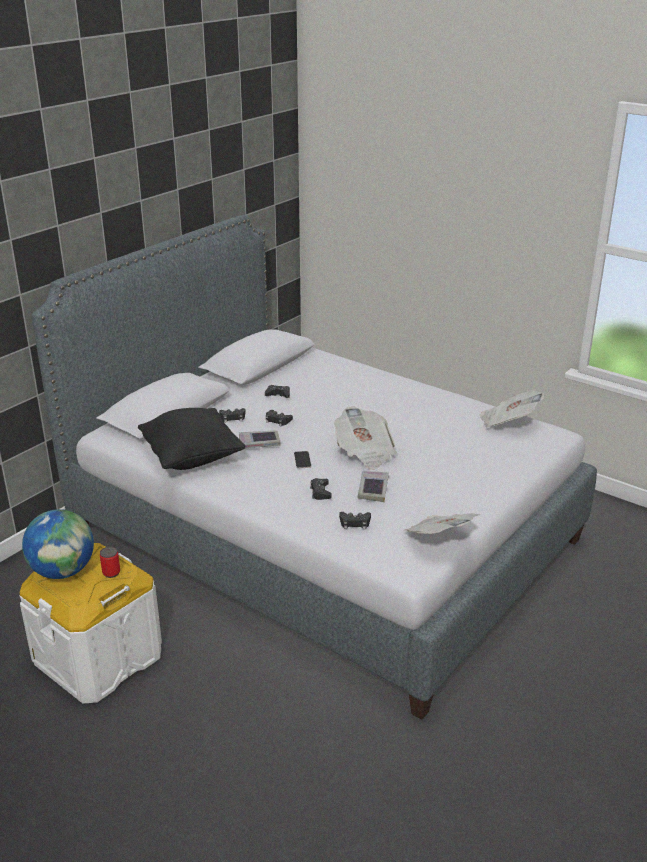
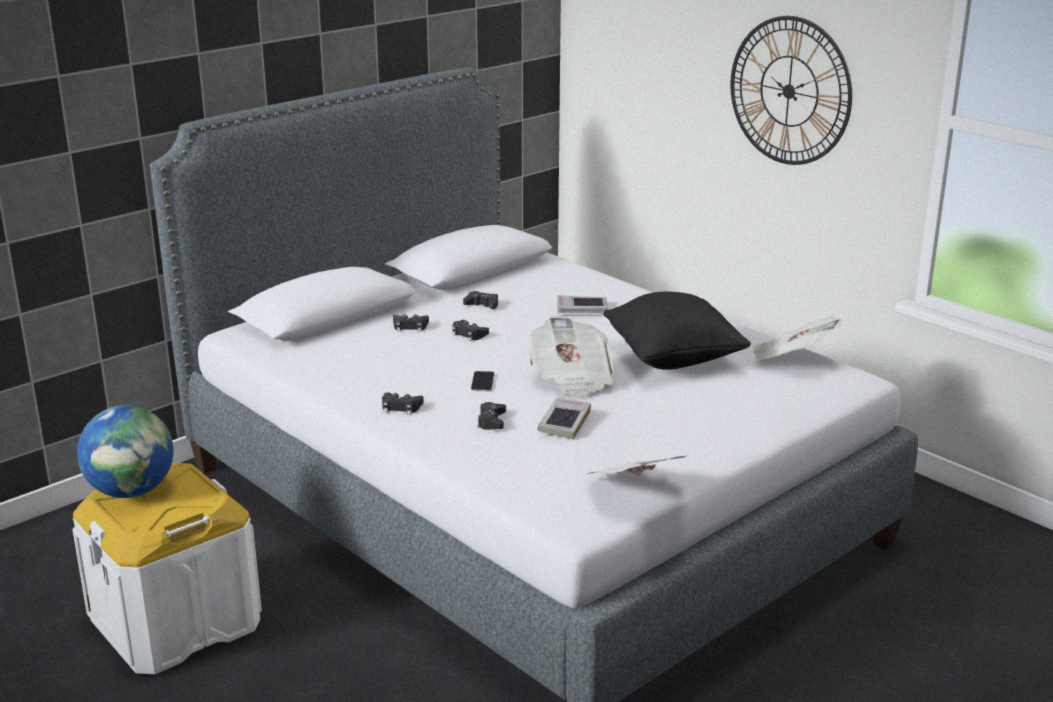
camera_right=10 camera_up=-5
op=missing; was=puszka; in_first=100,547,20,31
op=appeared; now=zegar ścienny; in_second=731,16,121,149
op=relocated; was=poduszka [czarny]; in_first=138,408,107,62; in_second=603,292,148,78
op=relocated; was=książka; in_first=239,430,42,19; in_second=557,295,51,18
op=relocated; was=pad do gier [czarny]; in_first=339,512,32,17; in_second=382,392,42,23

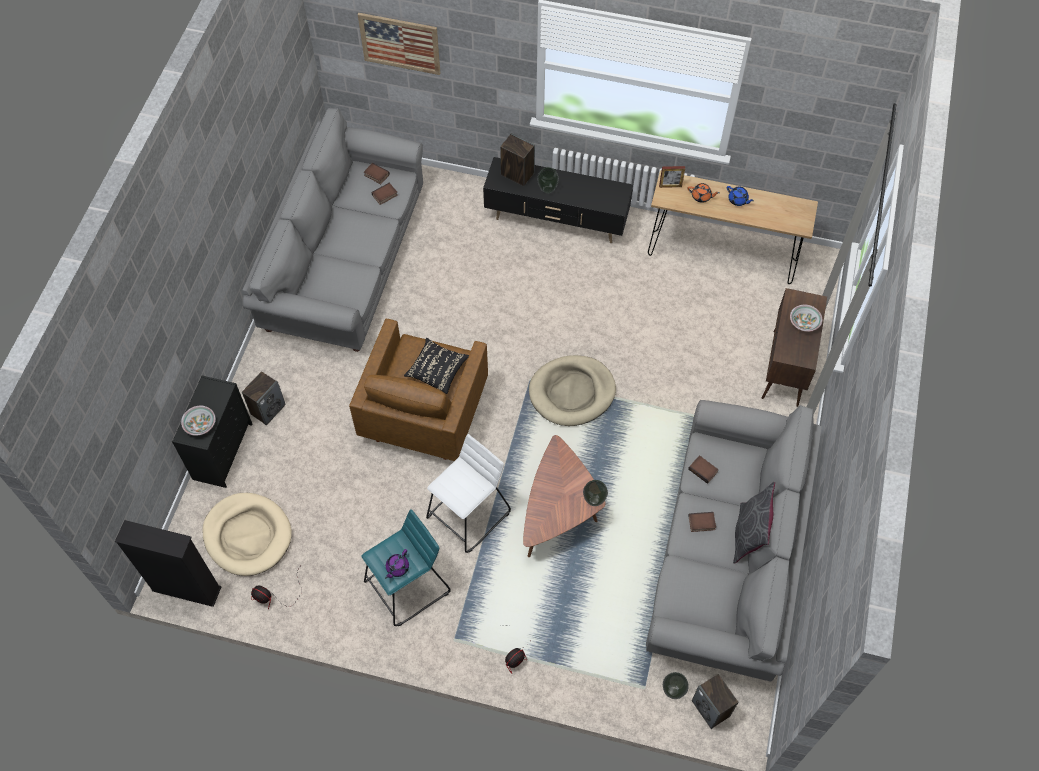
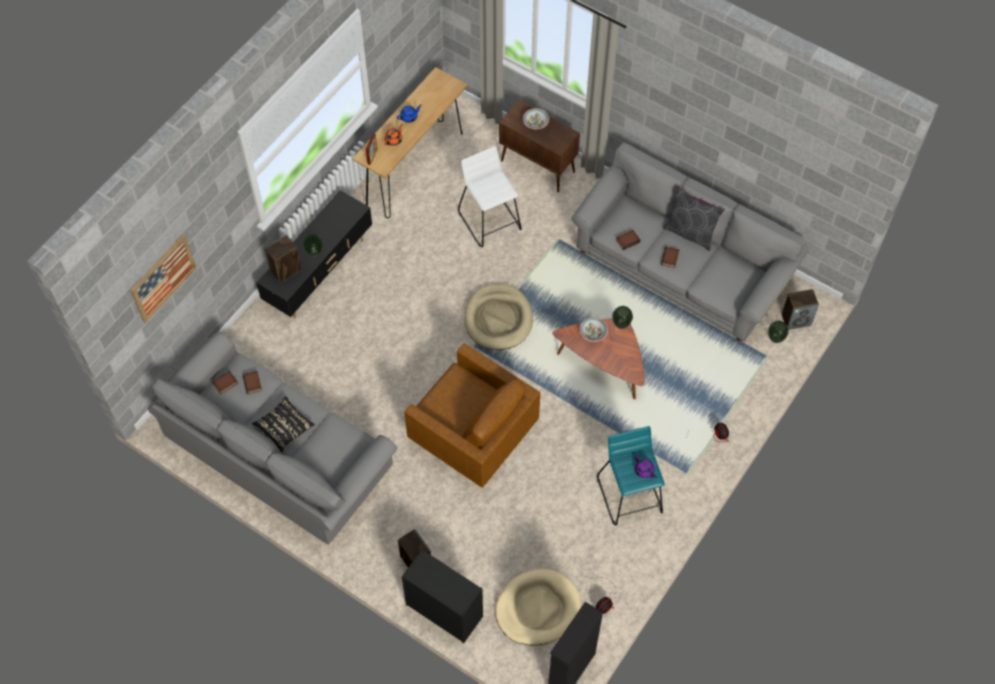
camera_right=-70 camera_up=0
op=relocated; was=miska; in_first=181,406,35,30; in_second=579,317,29,25
op=relocated; was=poduszka [czarny]; in_first=404,338,65,56; in_second=252,396,63,57
op=relocated; was=stołek [biały]; in_first=426,434,85,119; in_second=458,146,64,101

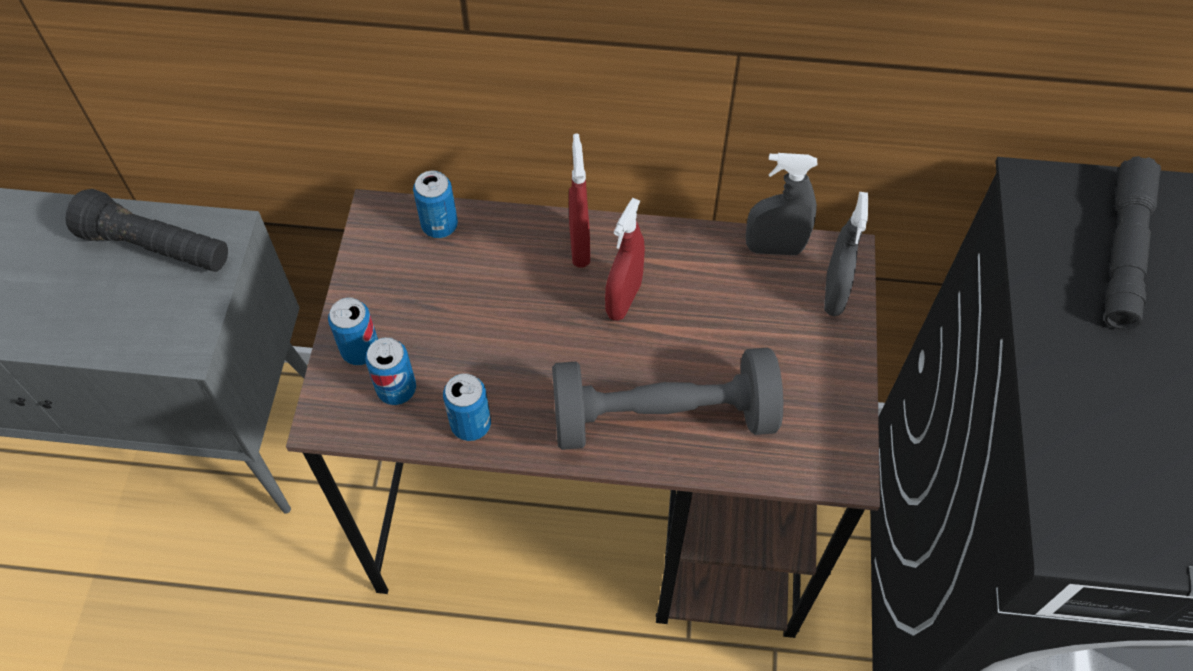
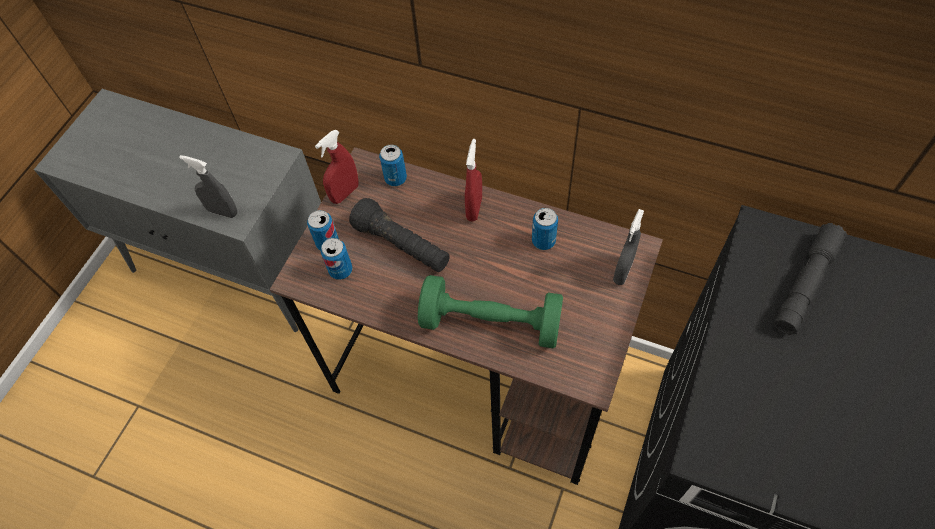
camera_right=20 camera_up=0
op=relocated; was=latarka [czarny]; in_first=66,189,162,83; in_second=349,198,101,74
op=relocated; was=puszka; in_first=443,373,48,68; in_second=532,208,26,42
op=relocated; was=spryskiwacz [czerwony]; in_first=605,198,40,123; in_second=315,130,44,74
op=relocated; was=spryskiwacz [szary]; in_first=746,153,71,102; in_second=179,155,58,63
op=colour; was=hantel [szary]; now=hantel [zielony]; in_first=552,348,231,102; in_second=418,275,145,74

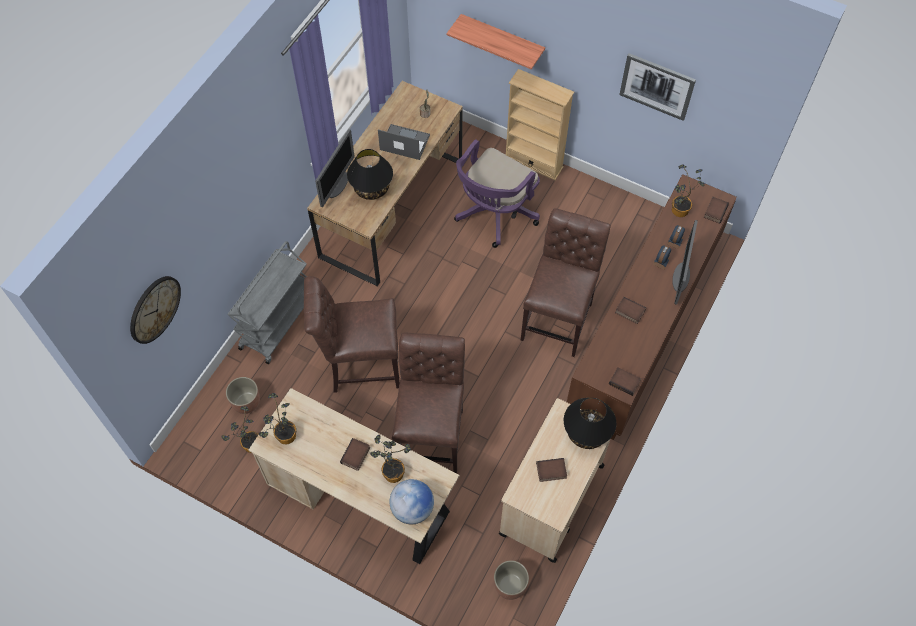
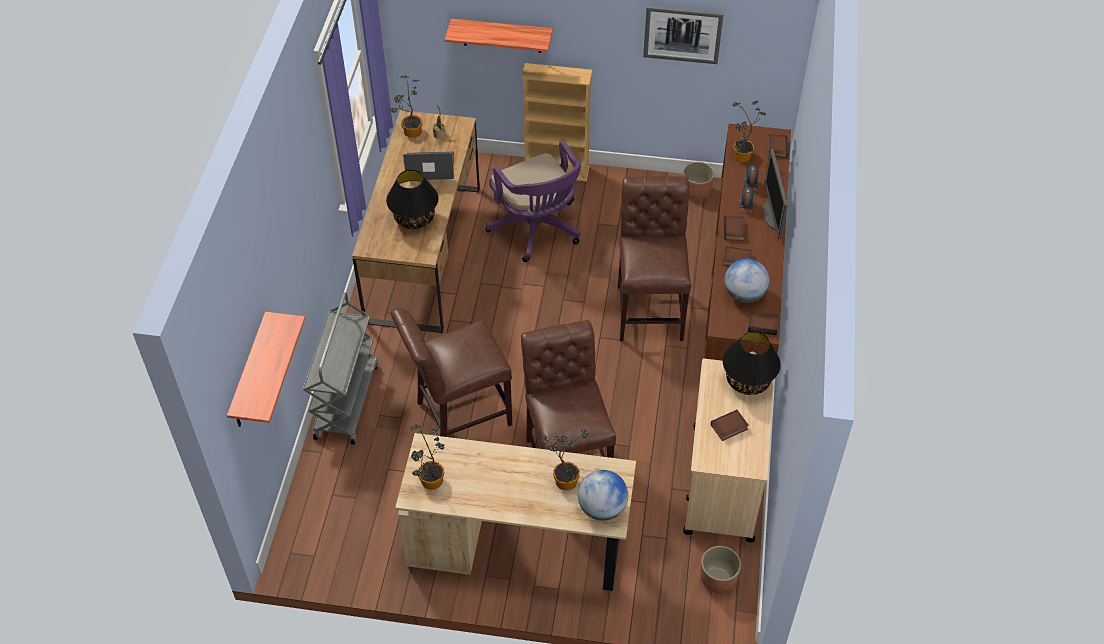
camera_right=-20 camera_up=-10
op=missing; was=monitor; in_first=315,129,40,78
op=appeared; now=globus; in_second=724,258,45,45
op=relocated; was=roślina doniczkowa; in_first=222,406,37,47; in_second=389,75,34,63
op=relocated; was=donica; in_first=226,377,34,37; in_second=683,162,32,38
op=relocated; was=książka; in_first=340,438,30,33; in_second=724,216,21,25
op=exchanged; was=zegar ścienny; now=półka; in_first=130,276,51,68; in_second=227,312,78,115
op=spun; was=krzesło biurowe [fioletowy]; in_first=454,139,86,109; in_second=486,141,95,121; clockwise=-45

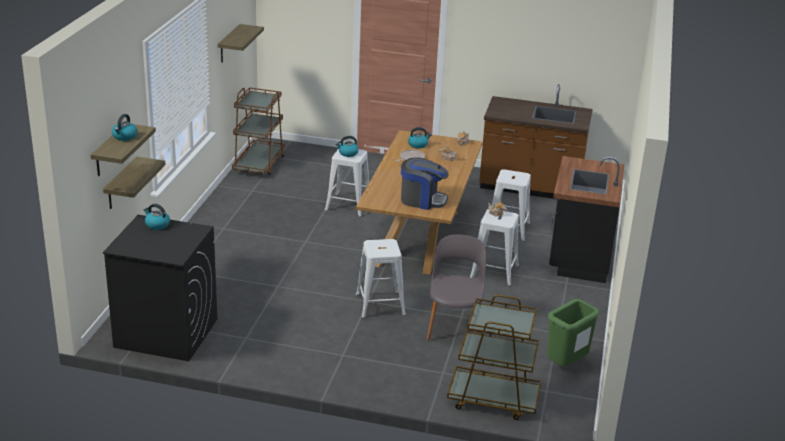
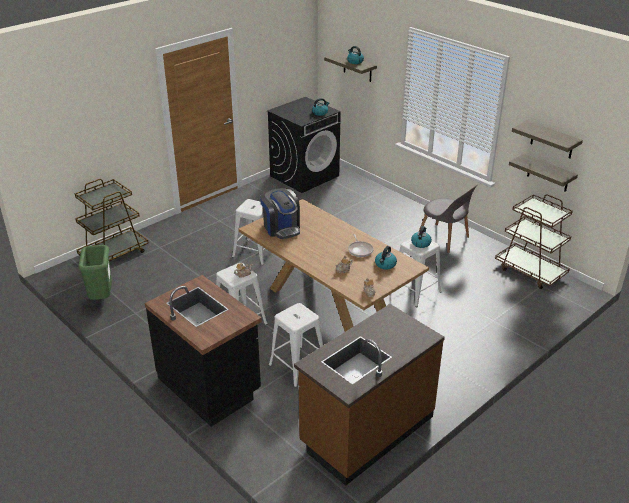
camera_right=125 camera_up=5
op=relocated; was=półka; in_first=103,157,63,52; in_second=509,154,69,38
op=relocated; was=krzesło [szary]; in_first=427,235,59,106; in_second=419,185,58,68
op=spun; was=ekspres do kawy; in_first=401,157,48,53; in_second=260,188,40,51; clockwise=-75

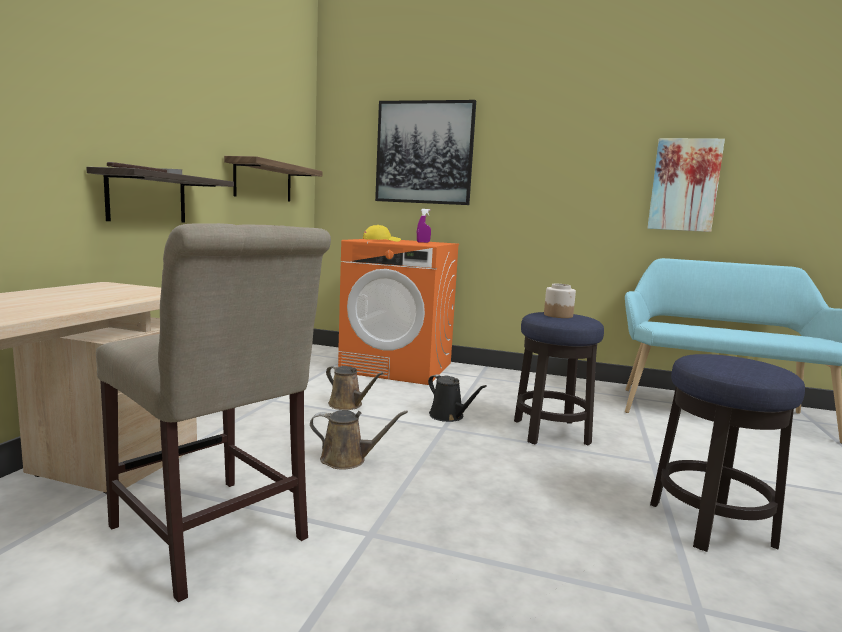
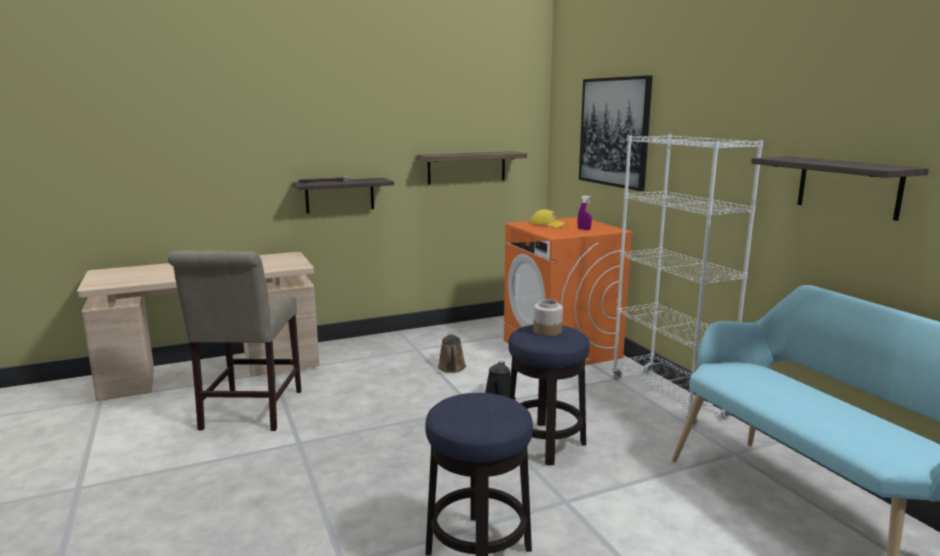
camera_right=50 camera_up=5
op=missing; was=konewka [brązowy]; in_first=310,410,98,60
op=appeared; now=regał [biały]; in_second=612,134,151,293
op=exchanged; was=obraz; now=półka; in_first=647,138,78,94; in_second=751,156,178,65

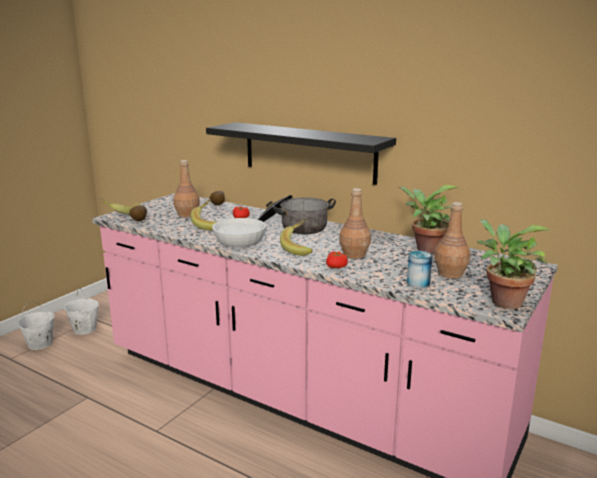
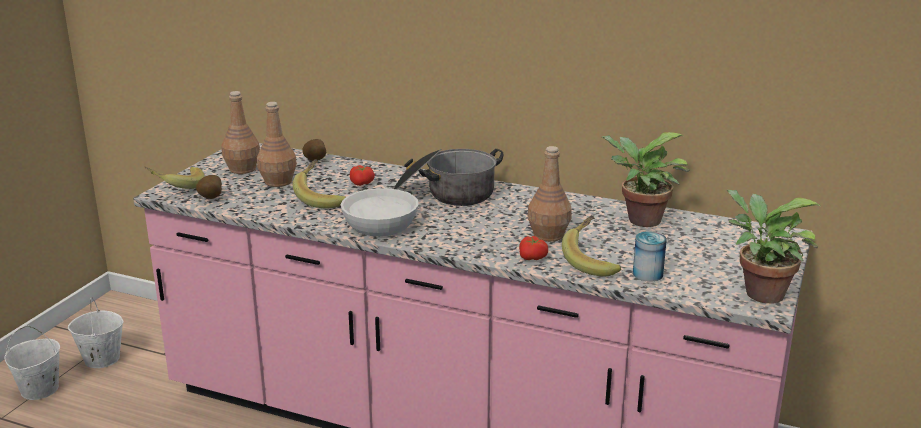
camera_right=-10 camera_up=5
op=missing; was=półka [czarny]; in_first=206,122,190,63
op=relocated; was=banan; in_first=280,219,33,37; in_second=562,215,59,62
op=relocated; was=butelka [brązowy]; in_first=434,202,36,76; in_second=221,91,39,83

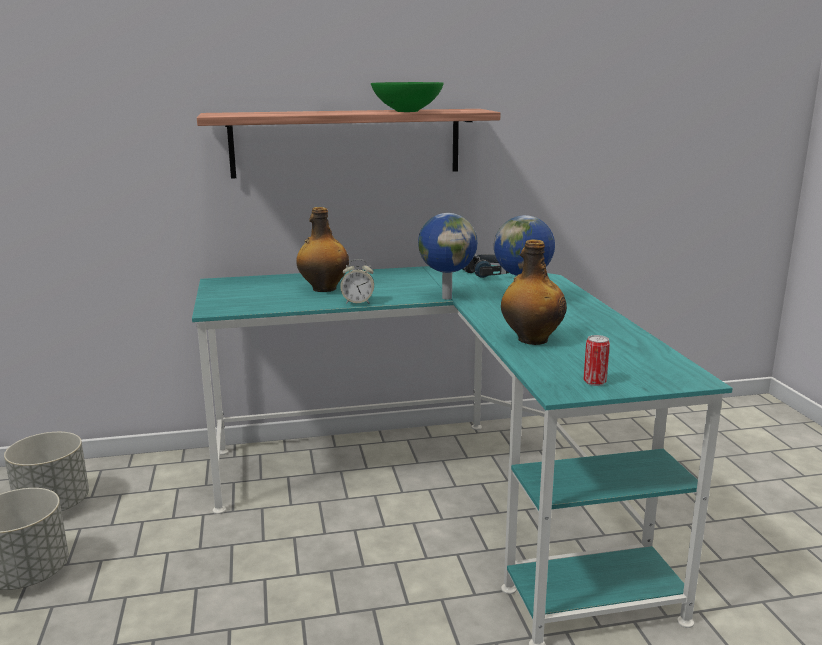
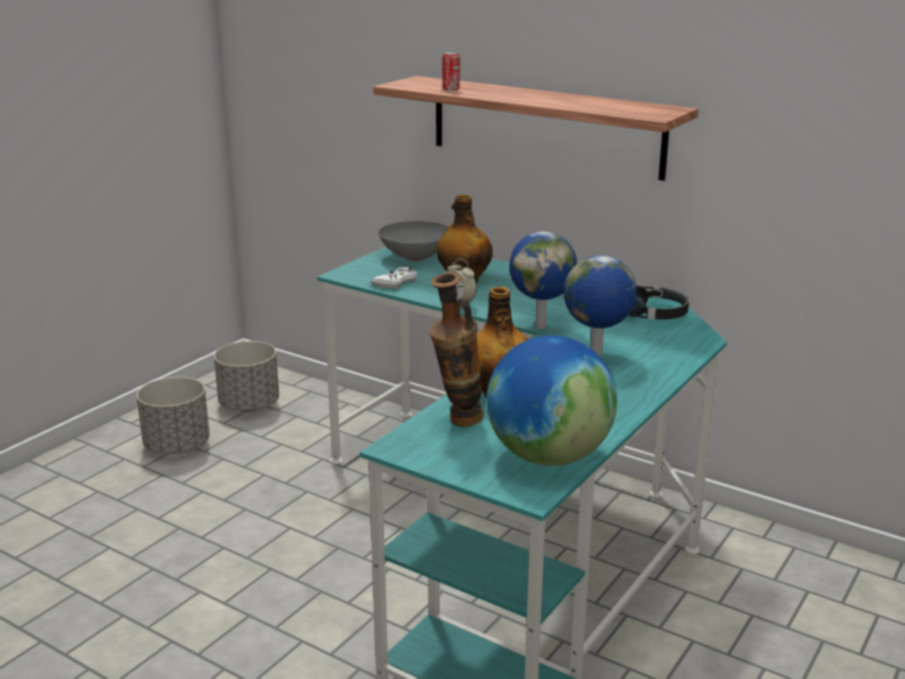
camera_right=45 camera_up=5
op=missing; was=miska [zielony]; in_first=371,82,73,30
op=appeared; now=pad do gier [biały]; in_second=371,267,46,22
op=appeared; now=miska [szary]; in_second=379,221,69,41
op=appeared; now=wazon; in_second=429,272,54,155
op=appeared; now=globus; in_second=486,335,131,131
op=relocated; was=puszka; in_first=584,335,26,51; in_second=442,52,18,39

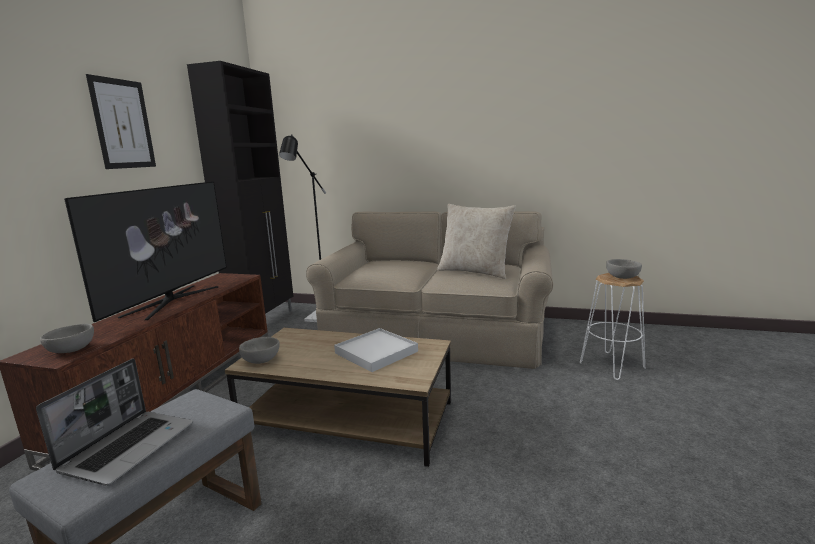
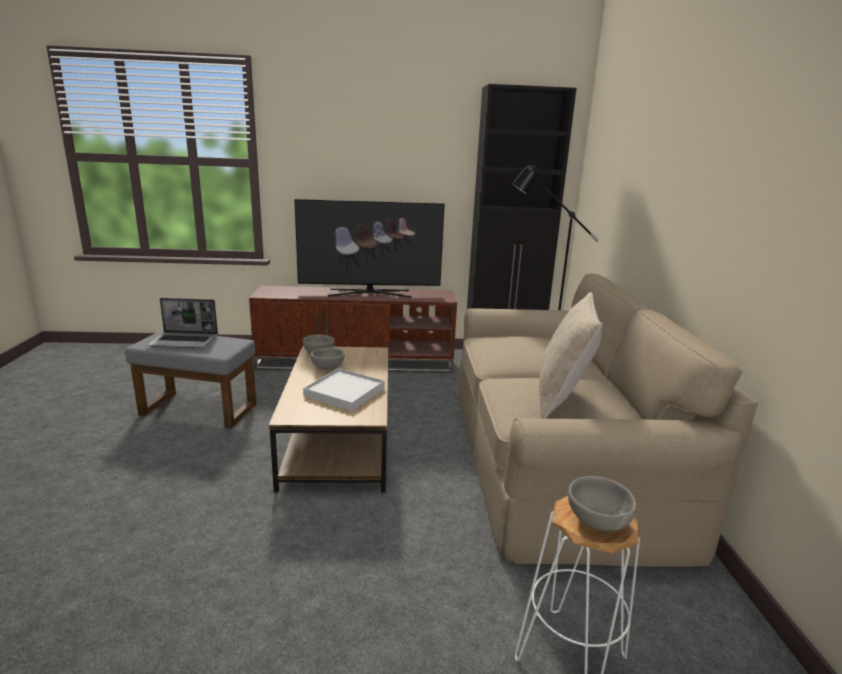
camera_right=70 camera_up=5
op=missing; was=obraz; in_first=86,74,70,95
op=relocated; was=miska [szary]; in_first=40,324,54,29; in_second=311,348,34,22

